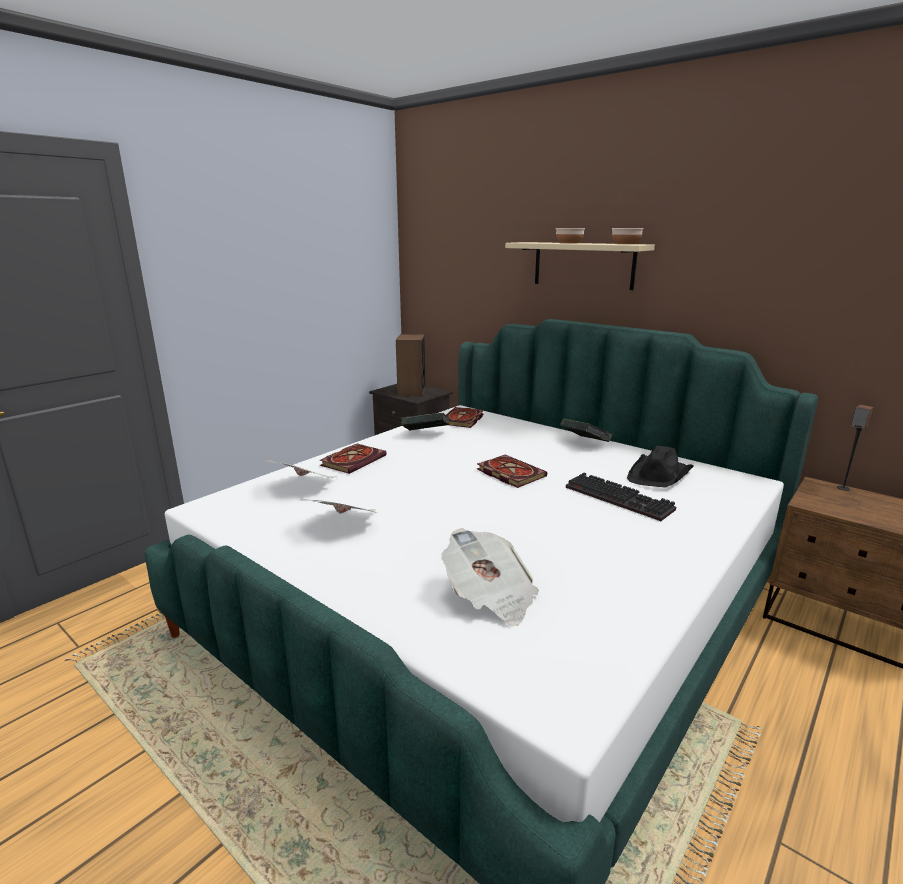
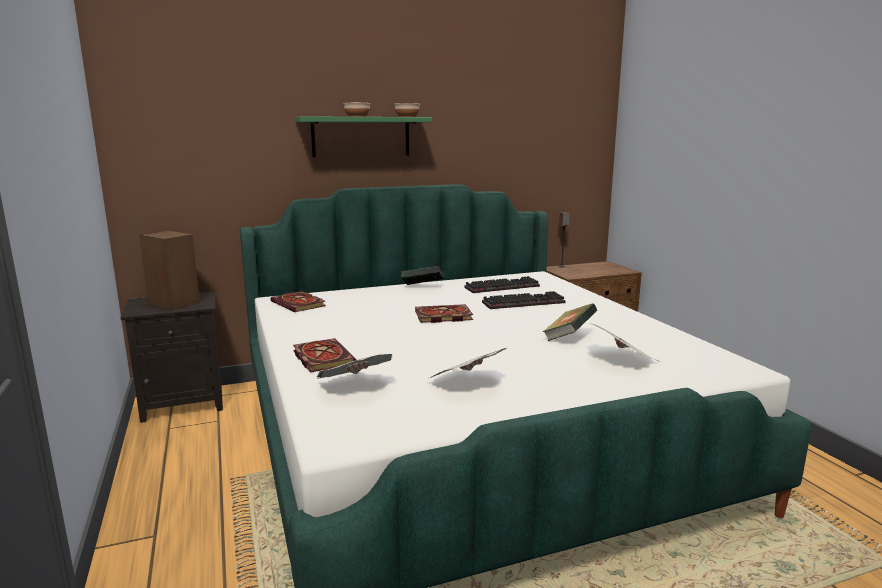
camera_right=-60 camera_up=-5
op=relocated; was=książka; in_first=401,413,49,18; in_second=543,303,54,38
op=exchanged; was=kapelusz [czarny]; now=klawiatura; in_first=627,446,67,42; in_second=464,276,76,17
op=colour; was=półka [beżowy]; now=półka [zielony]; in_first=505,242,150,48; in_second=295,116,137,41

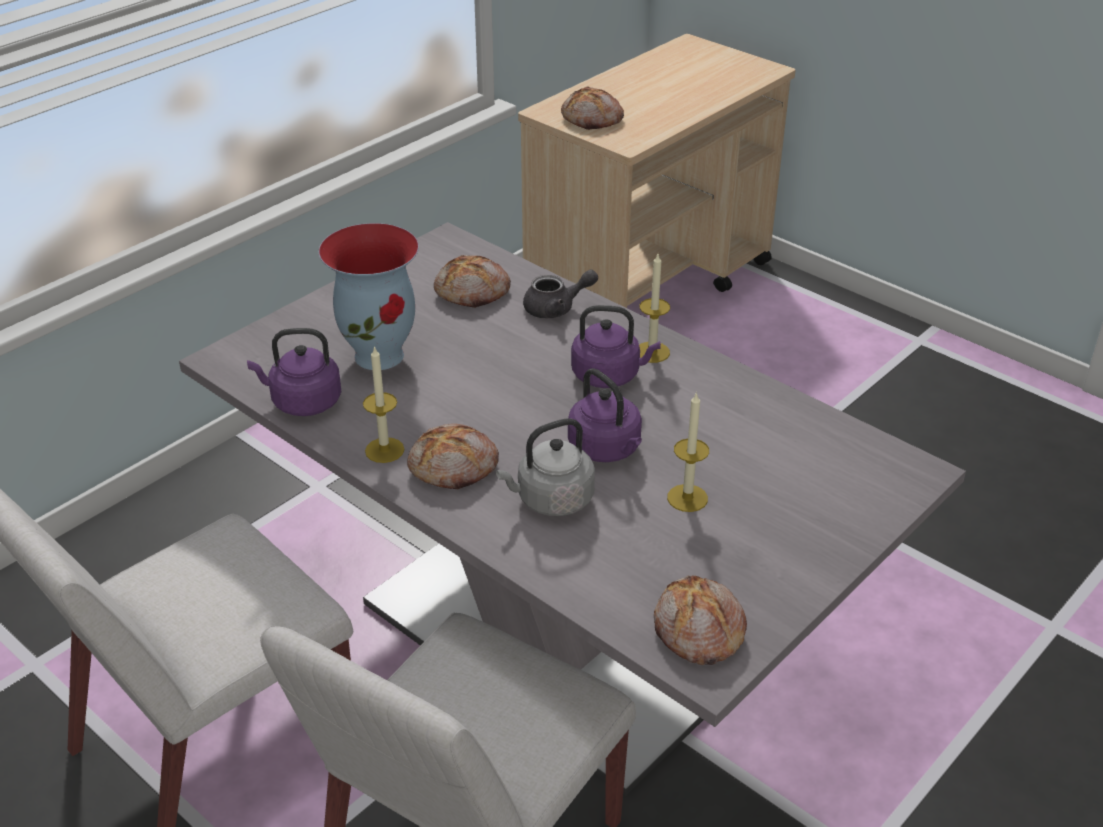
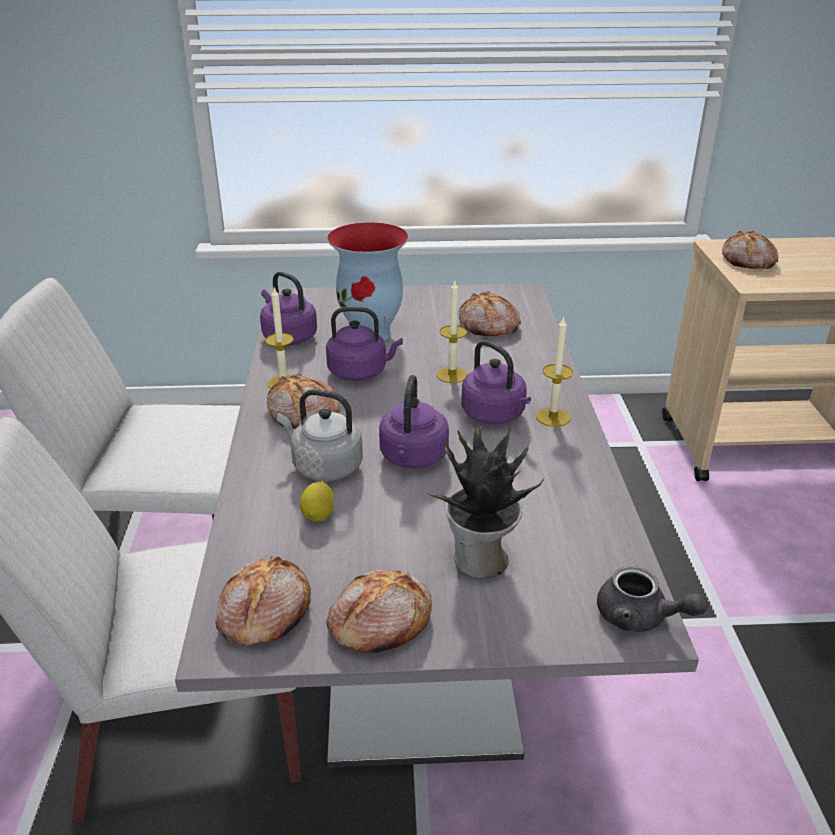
camera_right=45 camera_up=-5
op=appeared; now=cytryna; in_second=300,481,35,41
op=appeared; now=czajnik [fioletowy]; in_second=326,306,77,75
op=appeared; now=chleb; in_second=326,570,106,83
op=appeared; now=roślina doniczkowa; in_second=428,423,116,155
op=relocated; was=imbryk [szary]; in_first=523,269,75,49; in_second=597,566,111,66
op=relocated; was=świeca; in_first=667,392,42,120; in_second=437,279,31,104

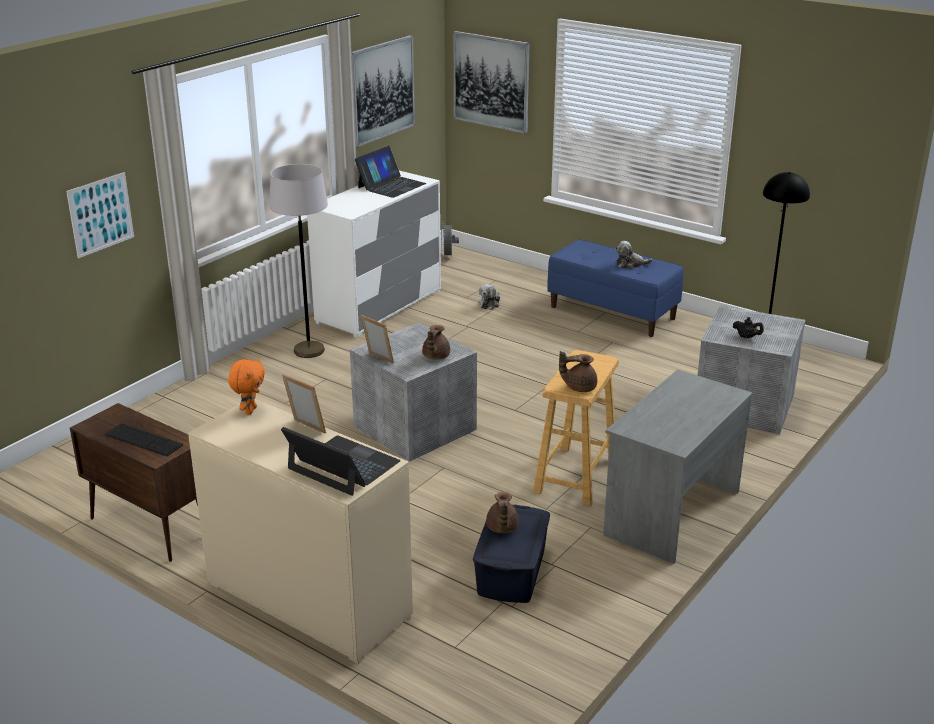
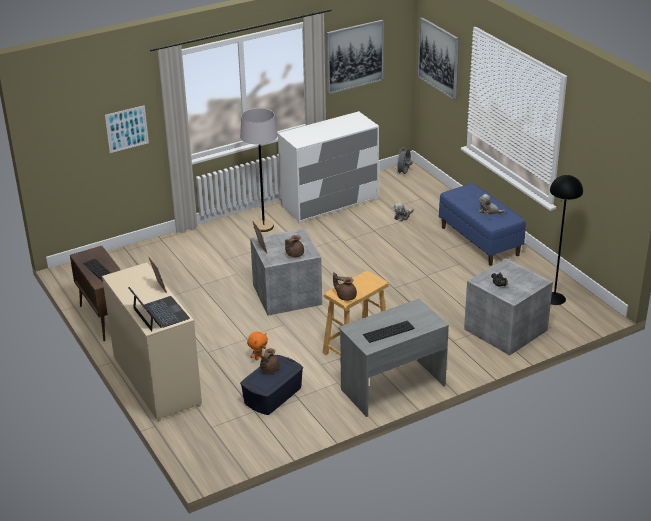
camera_right=25 camera_up=5
op=missing; was=laptop; in_first=355,146,71,52
op=appeared; now=klawiatura; in_second=363,321,52,22
op=relocated; was=pluszak [pomarańczowy]; in_first=228,358,37,57; in_second=247,332,21,28

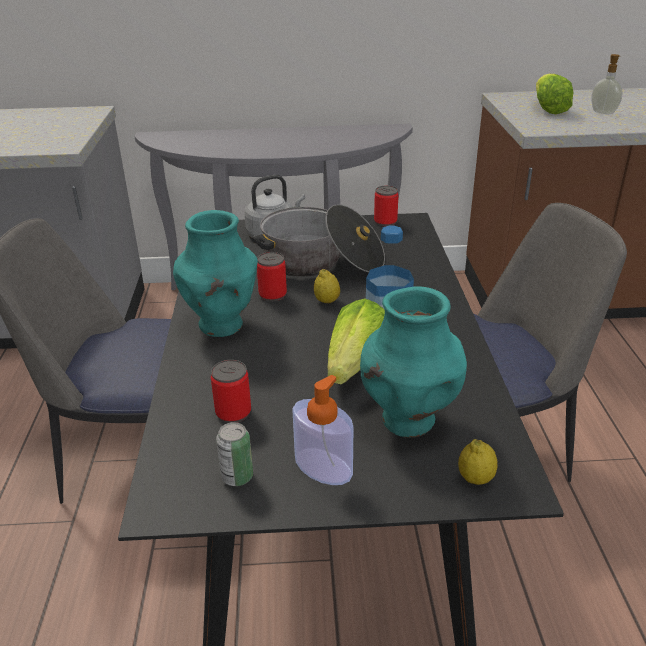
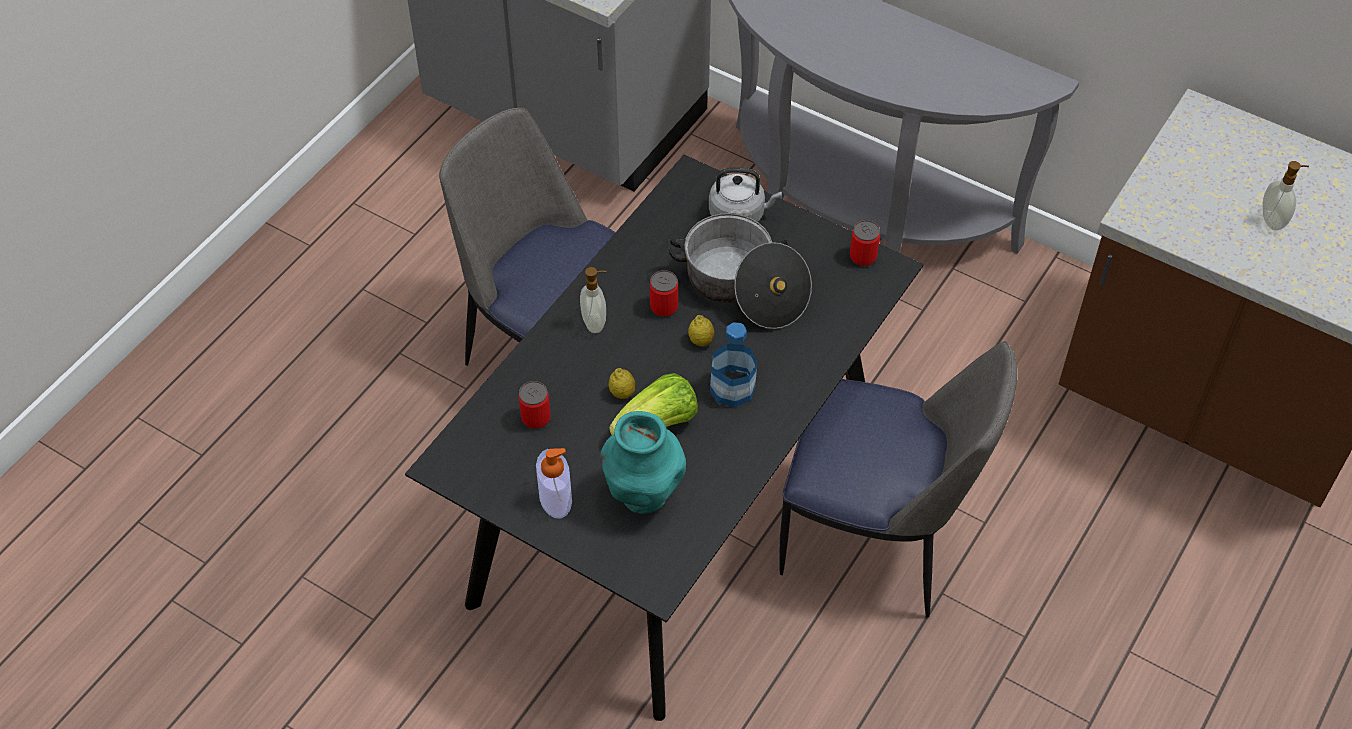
camera_right=35 camera_up=20
op=missing; was=puszka; in_first=216,422,37,64
op=missing; was=sałata; in_first=536,74,38,40
op=relocated; was=cytryna; in_first=458,439,40,46; in_second=609,368,27,31
op=exchanged; was=wazon [turkusowy]; now=dozownik mydła; in_first=173,210,85,127; in_second=580,267,27,66

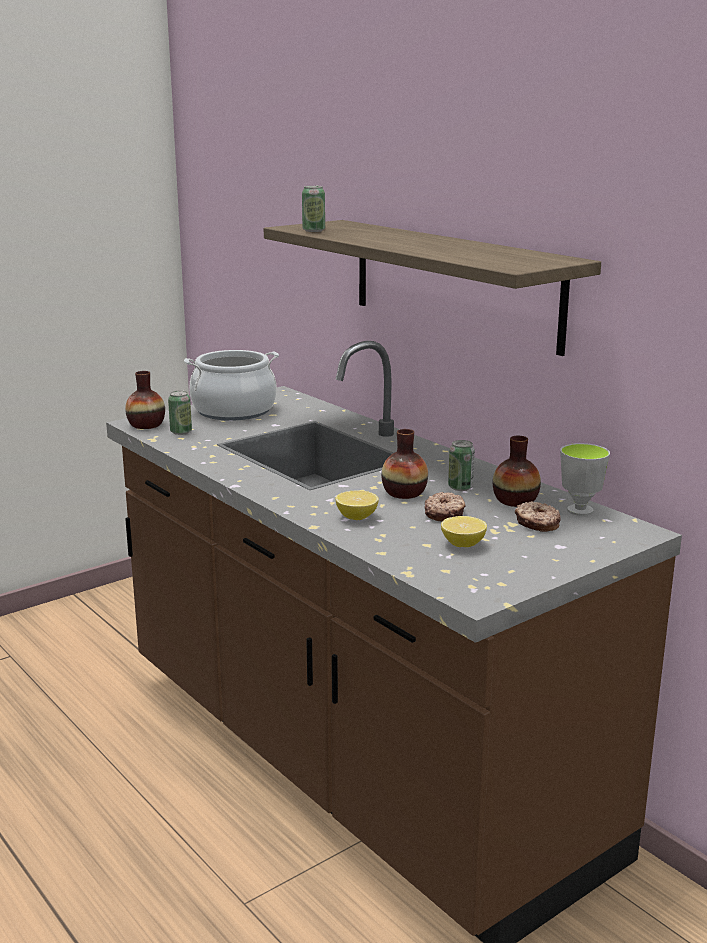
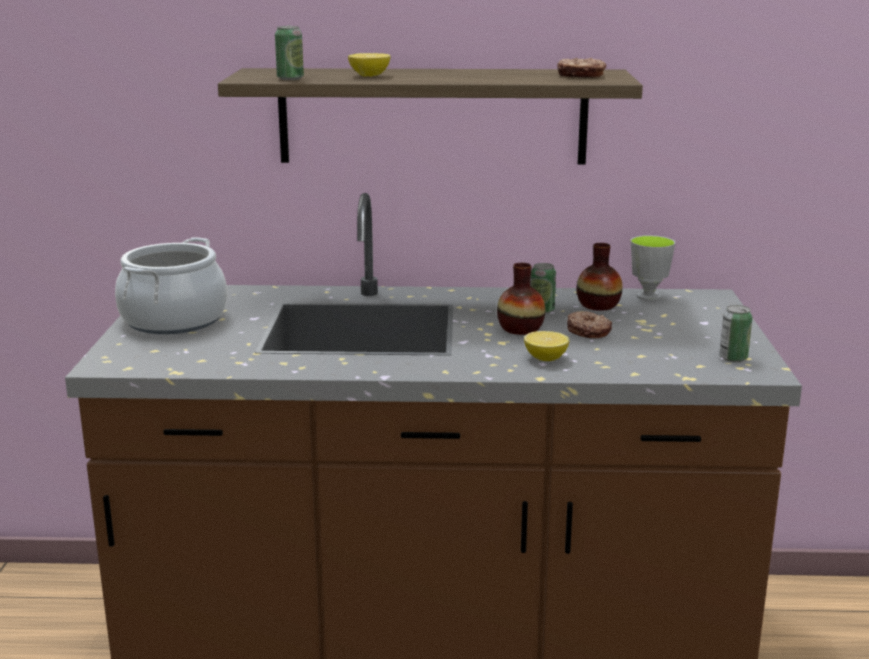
camera_right=-50 camera_up=0
op=missing; was=wazon; in_first=125,371,40,58
op=relocated; was=puszka; in_first=168,391,24,44; in_second=719,305,34,57
op=relocated; was=cytryna; in_first=441,516,46,31; in_second=348,53,43,24
op=relocated; was=donut; in_first=515,501,46,31; in_second=557,58,49,20

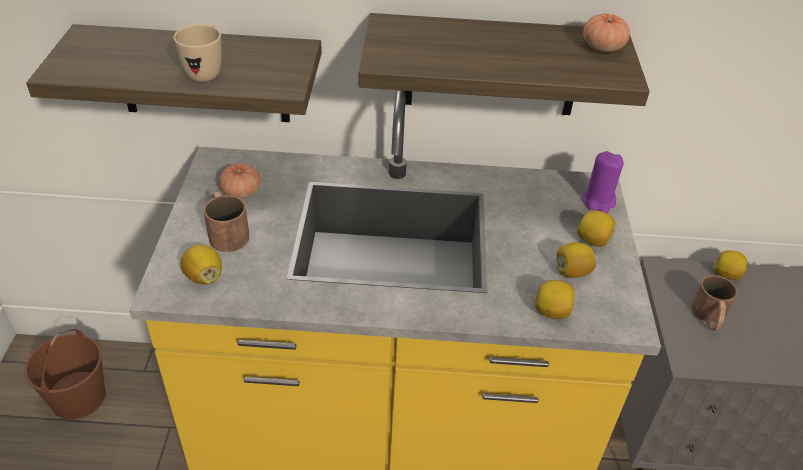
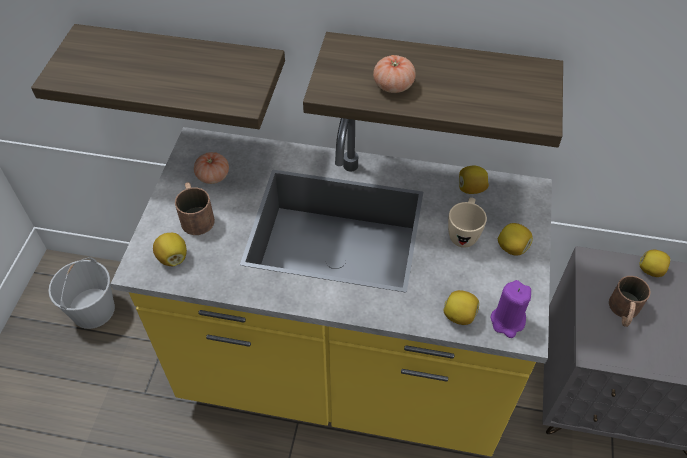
camera_right=10 camera_up=10
op=relocated; was=kubek [beżowy]; in_first=173,24,49,58; in_second=448,198,39,50
op=relocated; was=cytryna; in_first=556,242,40,36; in_second=459,165,30,29
op=relocated; was=świeca [fioletowy]; in_first=582,151,42,62; in_second=491,280,40,58
op=relocated; was=pomidor; in_first=583,14,47,38; in_second=373,55,43,38
op=colour; was=wiadro [brązowy]; now=wiadro [biały]; in_first=24,329,81,91; in_second=49,257,66,72

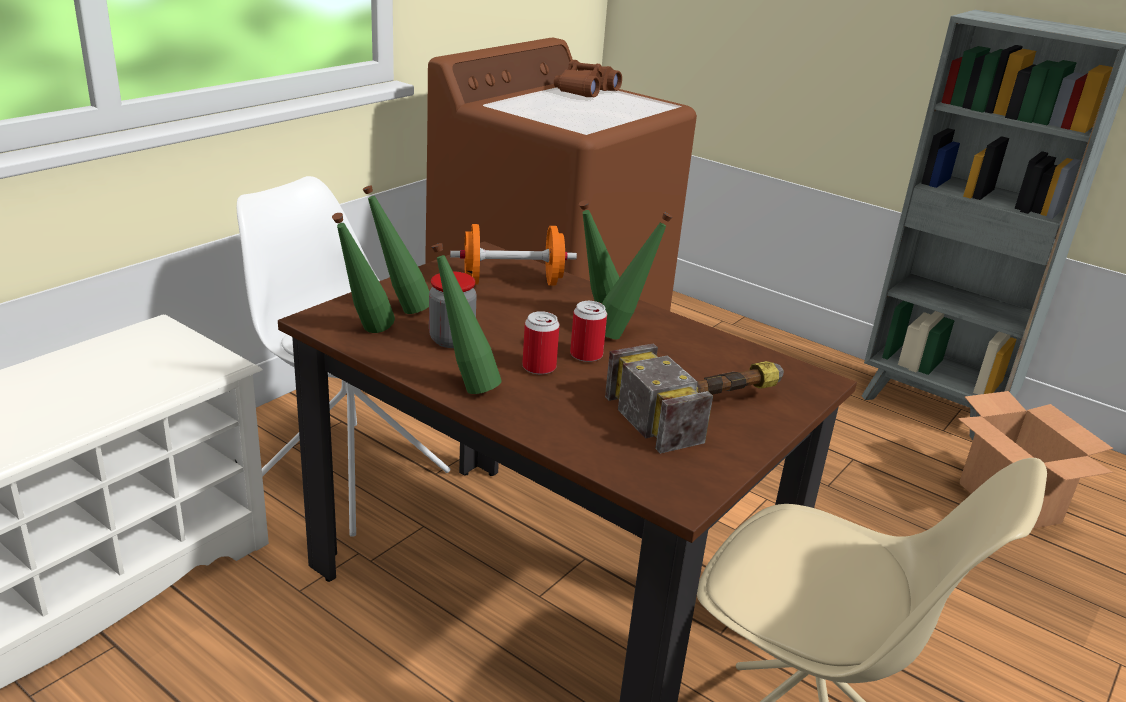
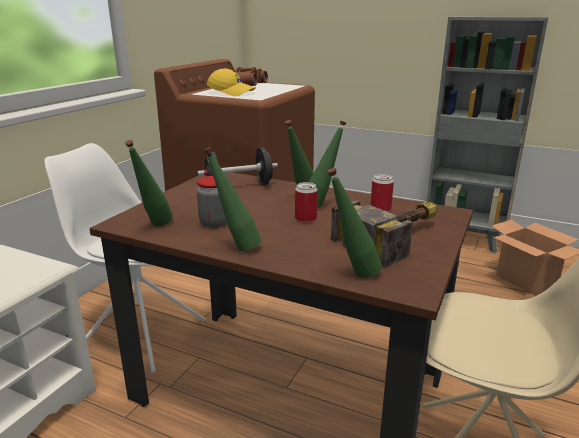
camera_right=-10 camera_up=-5
op=appeared; now=czapka z daszkiem [żółty]; in_second=207,69,48,27
op=relocated; was=butelka [zielony]; in_first=362,185,68,129; in_second=327,168,55,110
op=relocated; was=puszka; in_first=522,311,38,64; in_second=371,174,23,37
op=colour; was=hantel [pomarańczowy]; now=hantel [czarny]; in_first=450,224,127,62; in_second=197,147,81,39

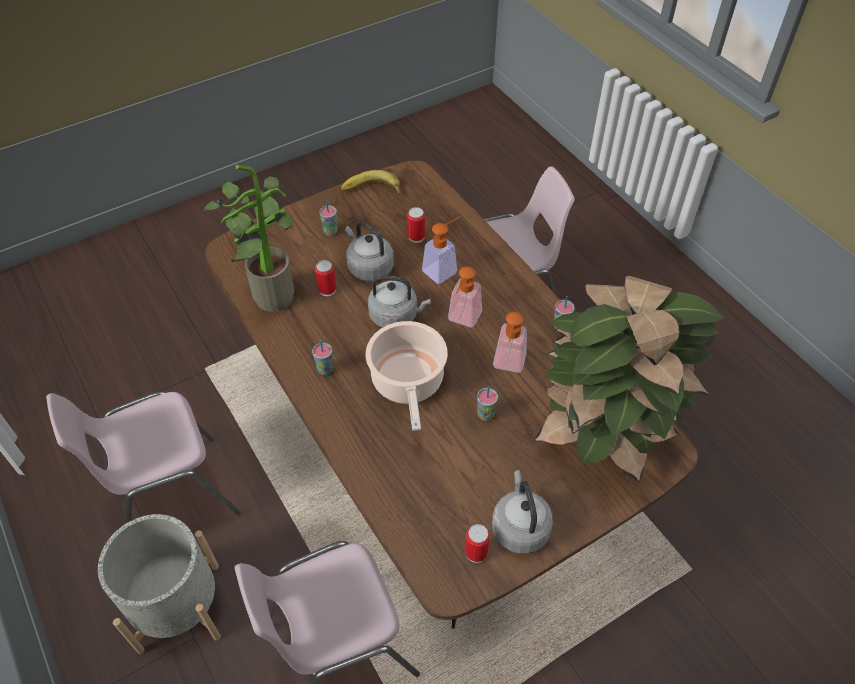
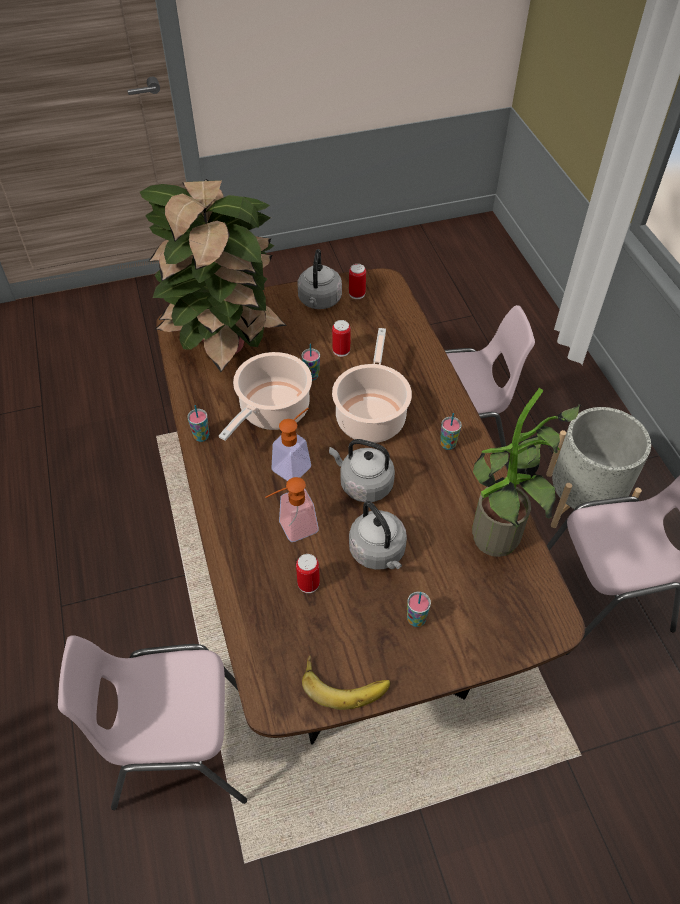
camera_right=-165 camera_up=0
op=relocated; was=puszka; in_first=315,260,21,36; in_second=332,320,19,37
op=exchanged; was=dozownik mydła; now=garnek; in_first=493,312,34,61; in_second=219,352,93,89

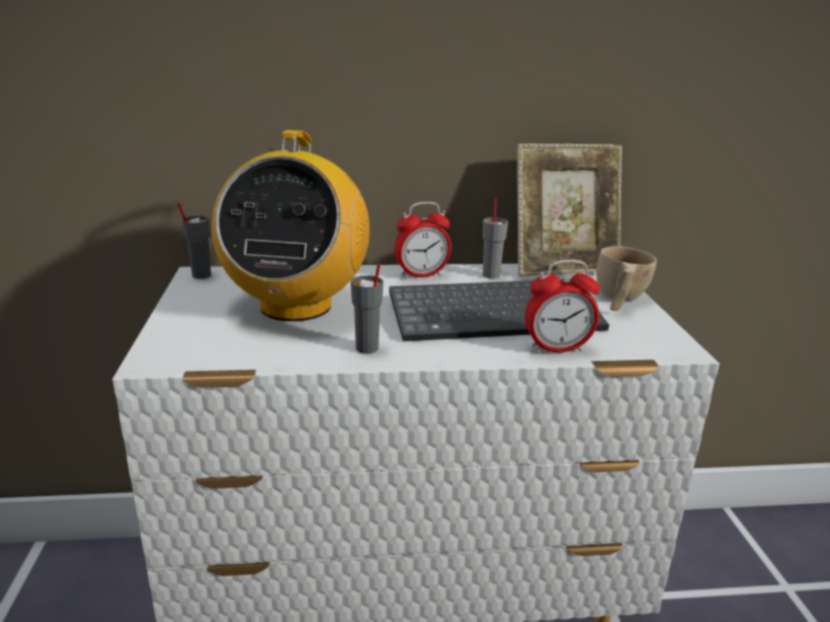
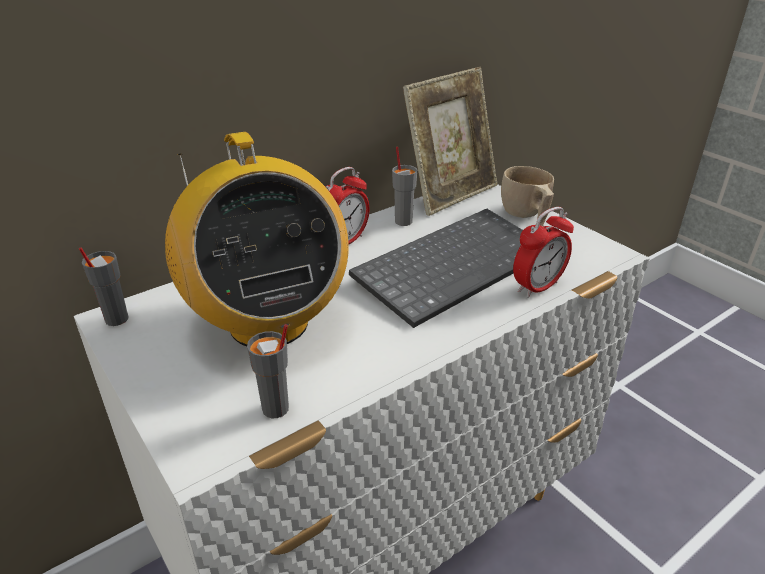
camera_right=-30 camera_up=10
op=relocated; was=filiżanka [szary]; in_first=351,263,32,91; in_second=247,324,42,94

